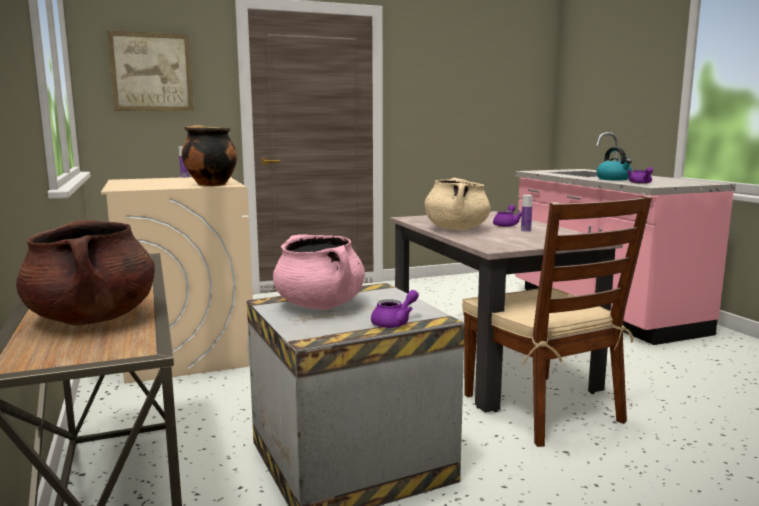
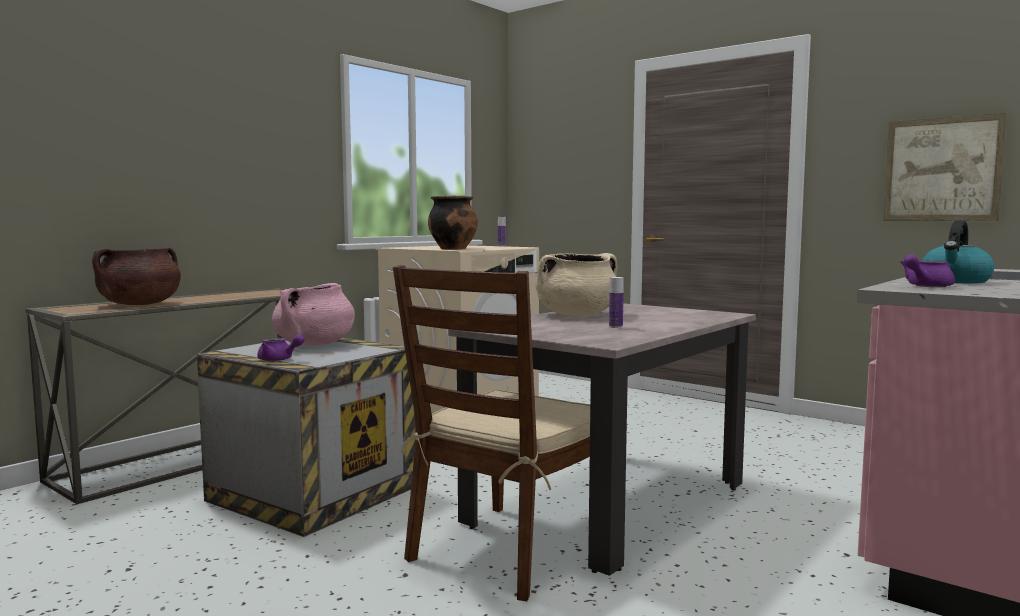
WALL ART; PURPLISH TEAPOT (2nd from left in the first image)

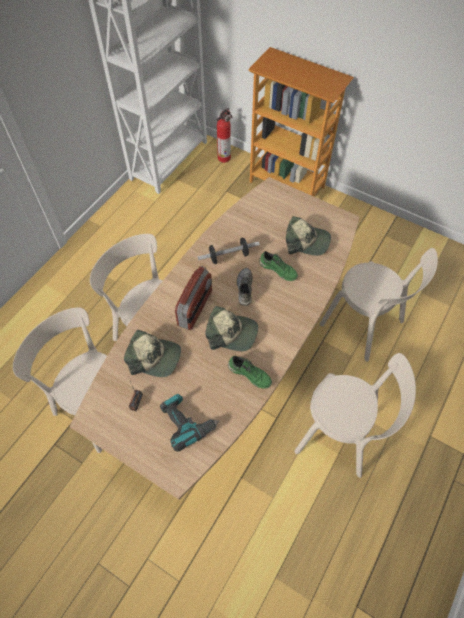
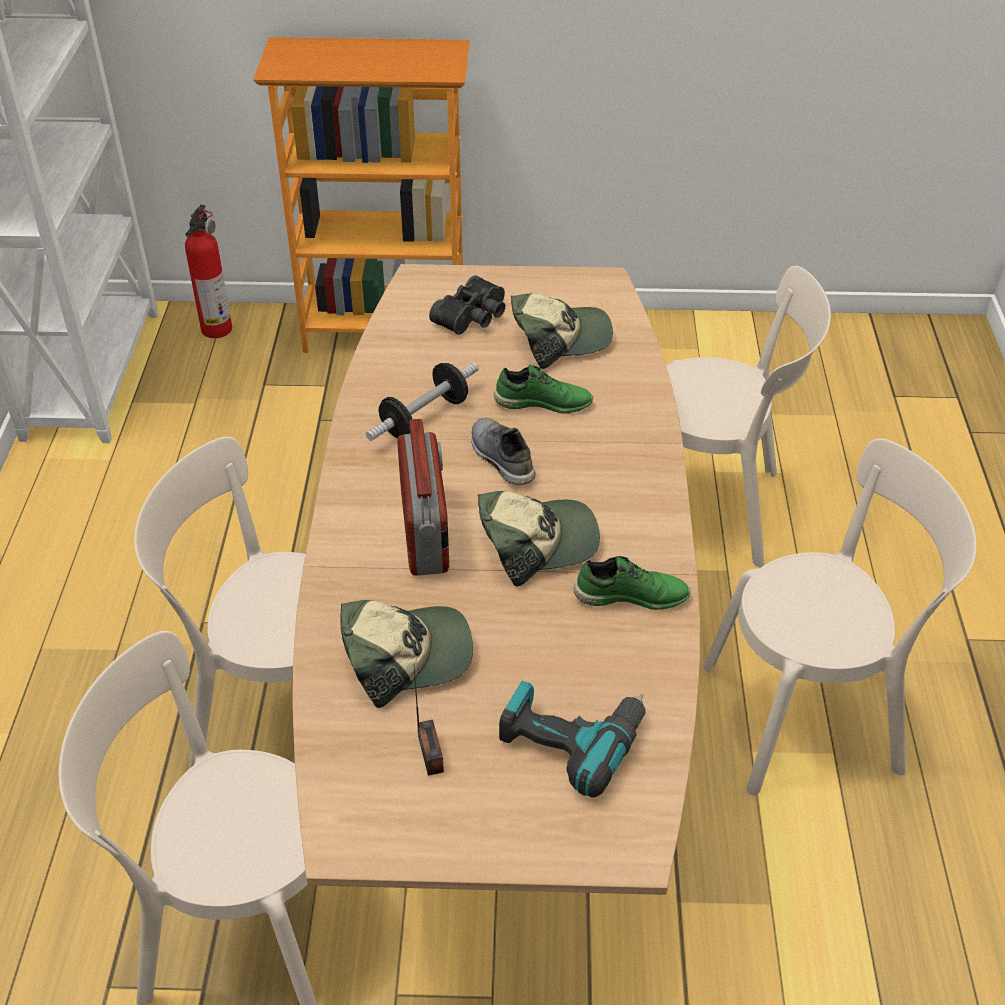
BLACKISH BINOCULARS

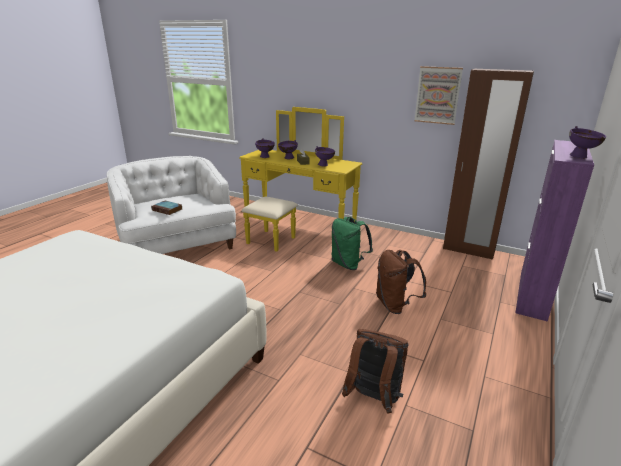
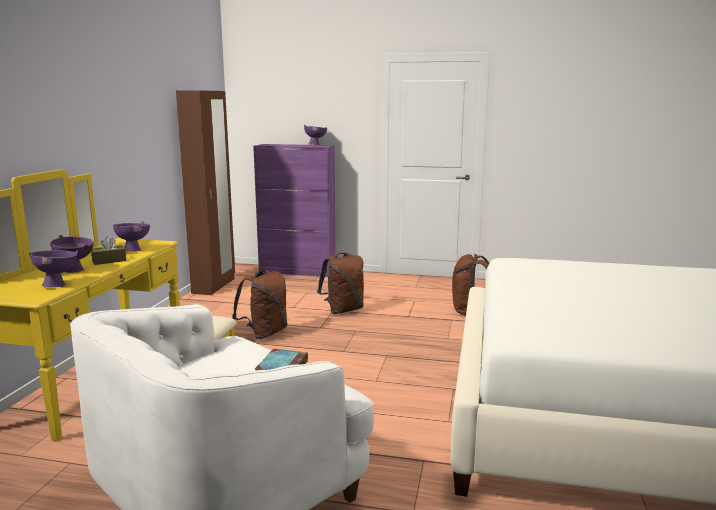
BROWNISH RUCKSACK (1st from left); WALL ART

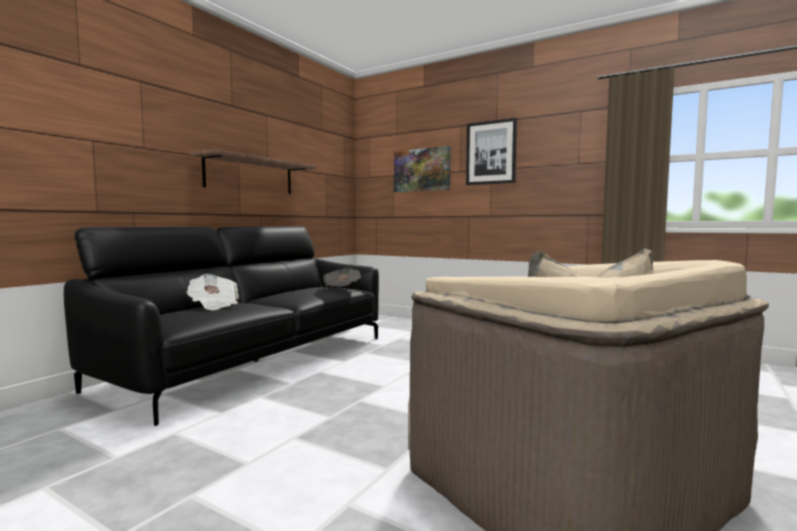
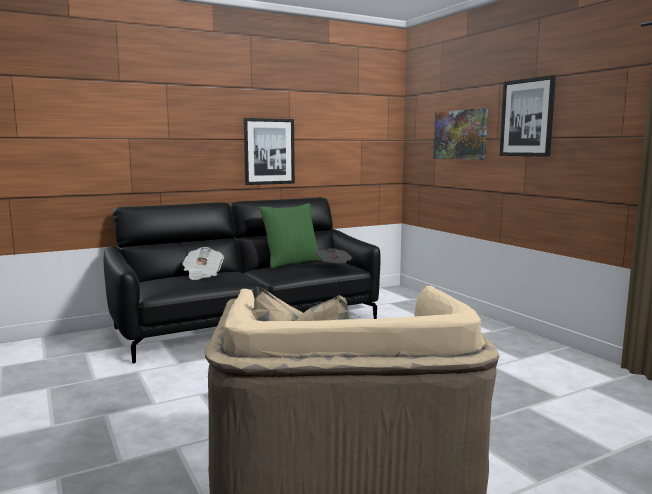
WALL ART (1st from left); GREEN THROW PILLOW

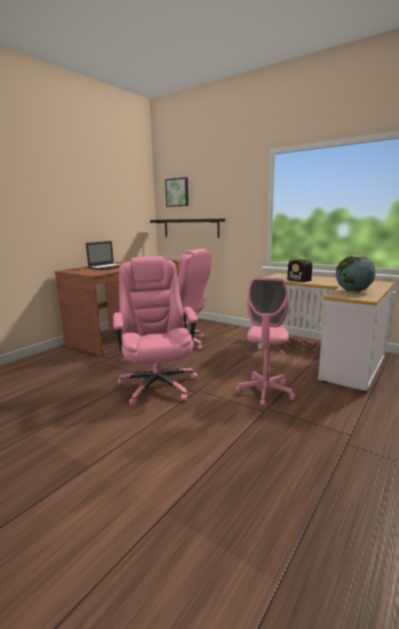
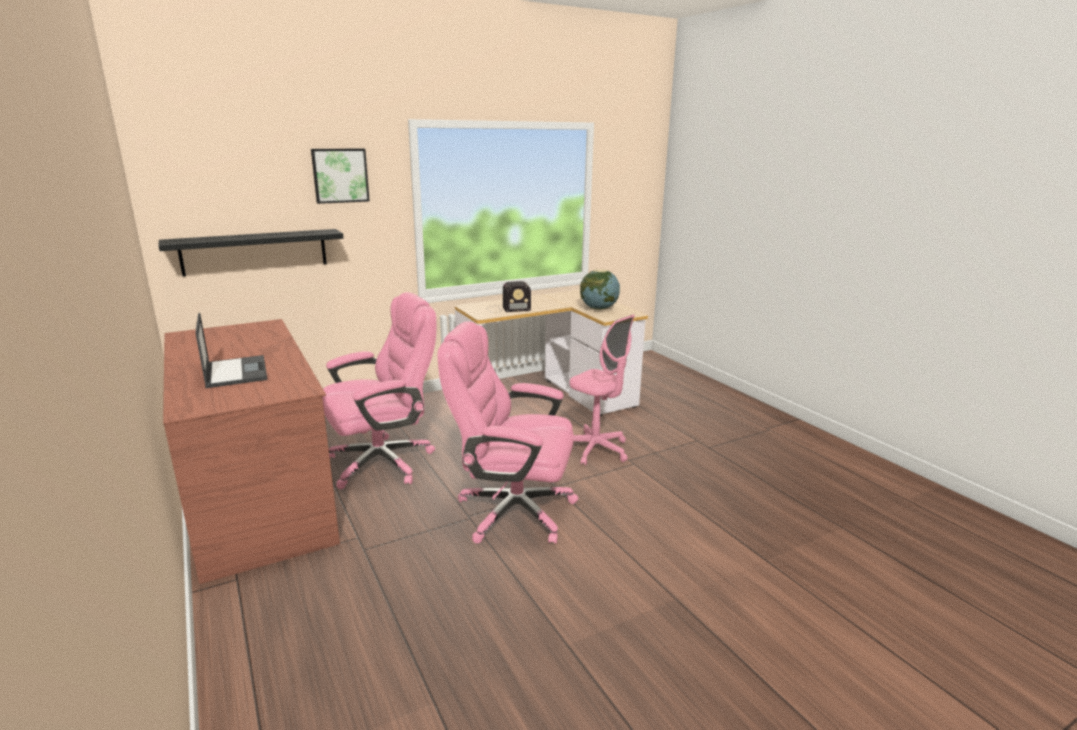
WALL ART

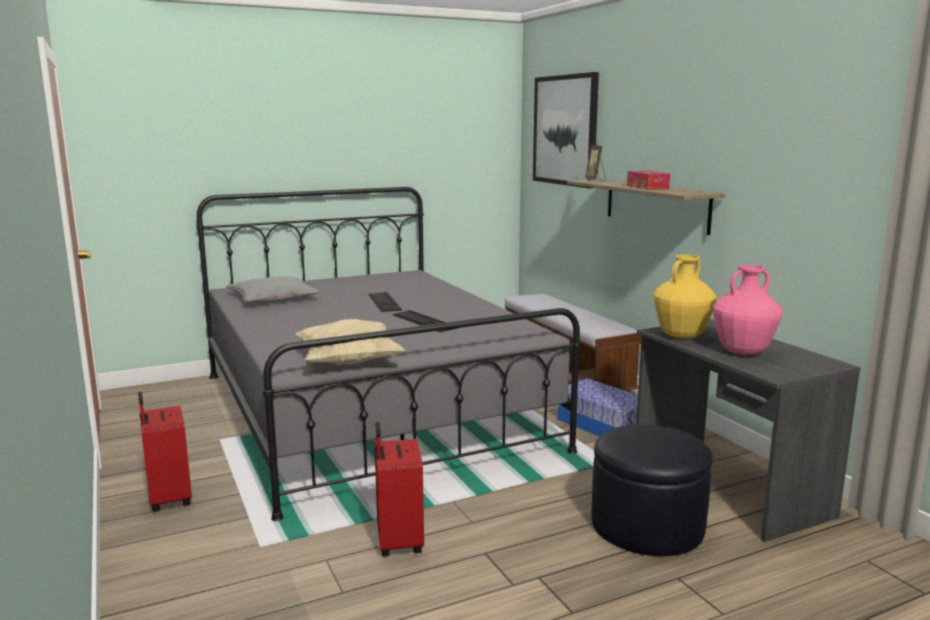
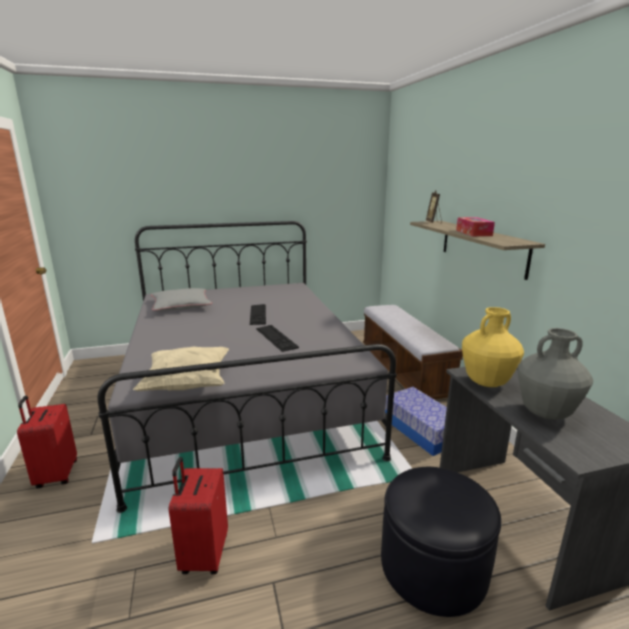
GRAY DECORATIVE VASE; WALL ART

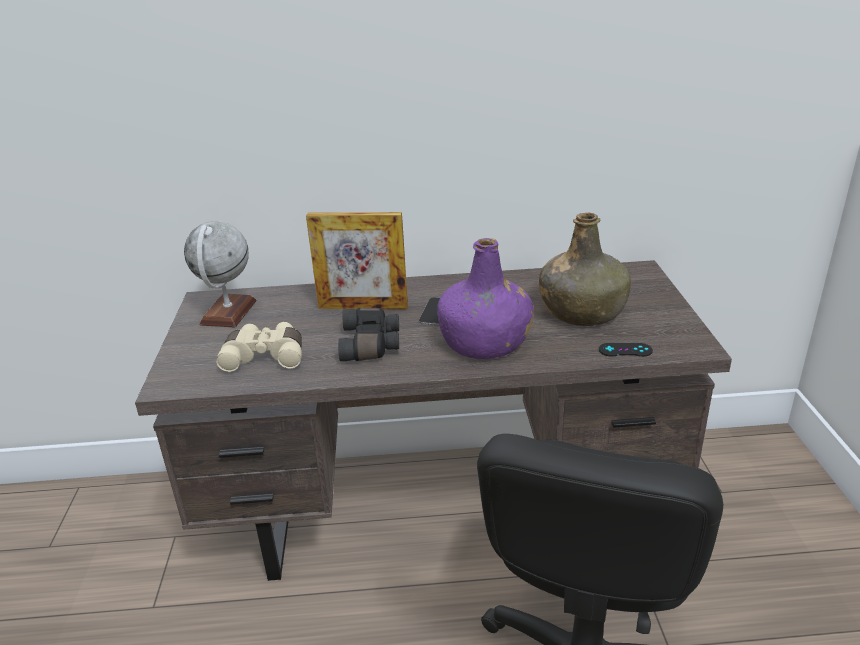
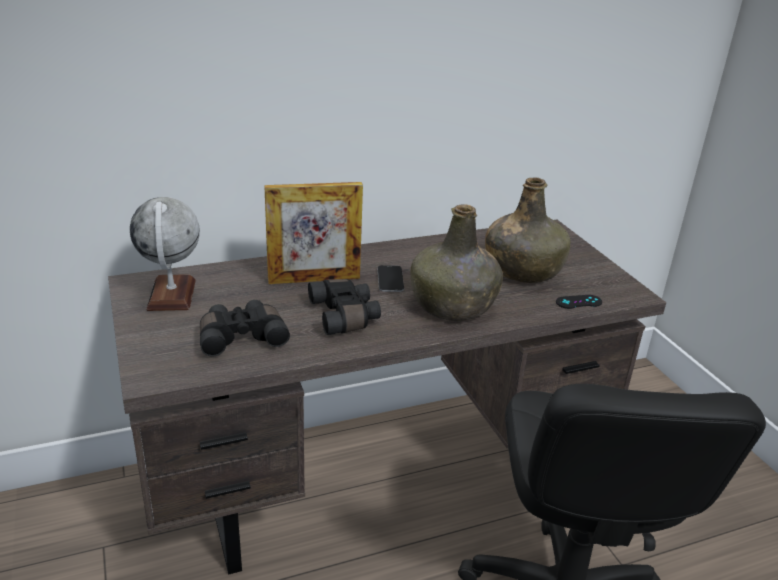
BLACKISH BINOCULARS (1st from left); GREEN BOTTLE (1st from left)

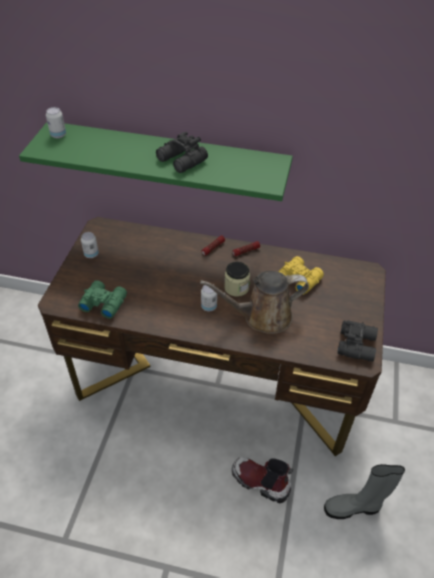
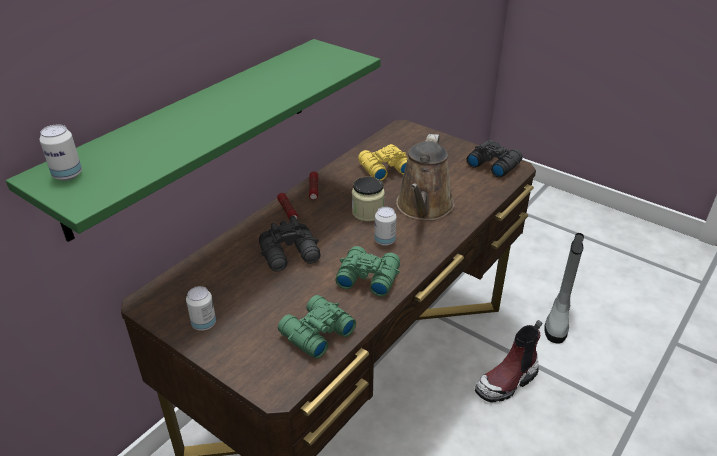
BLACKISH BINOCULARS (1st from left); GREEN BINOCULARS (2nd from left)

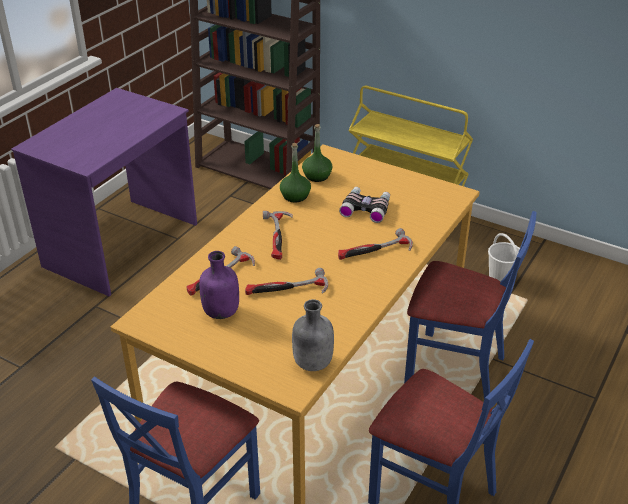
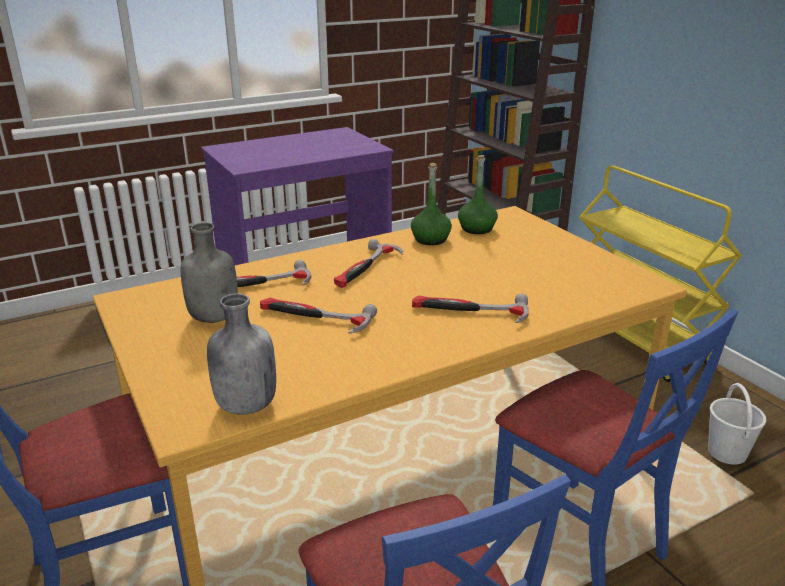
GRAY BOTTLE (1st from left); BINOCULARS

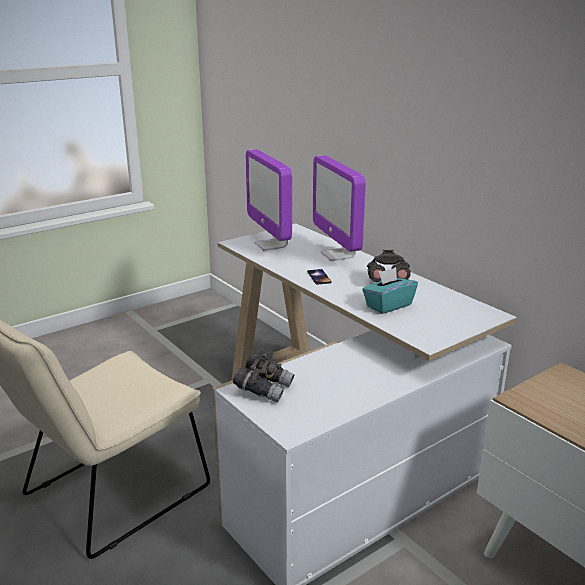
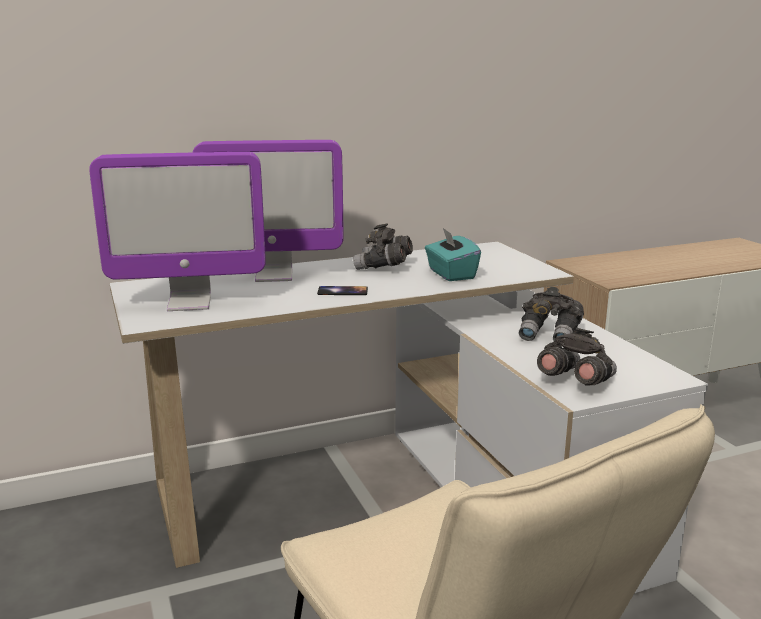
GRAY BINOCULARS (2nd from left)

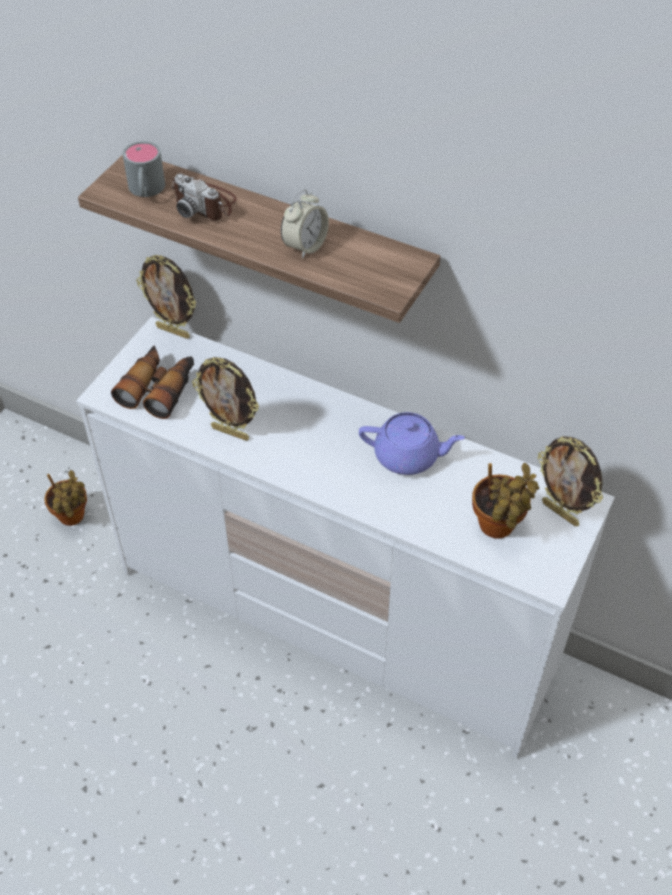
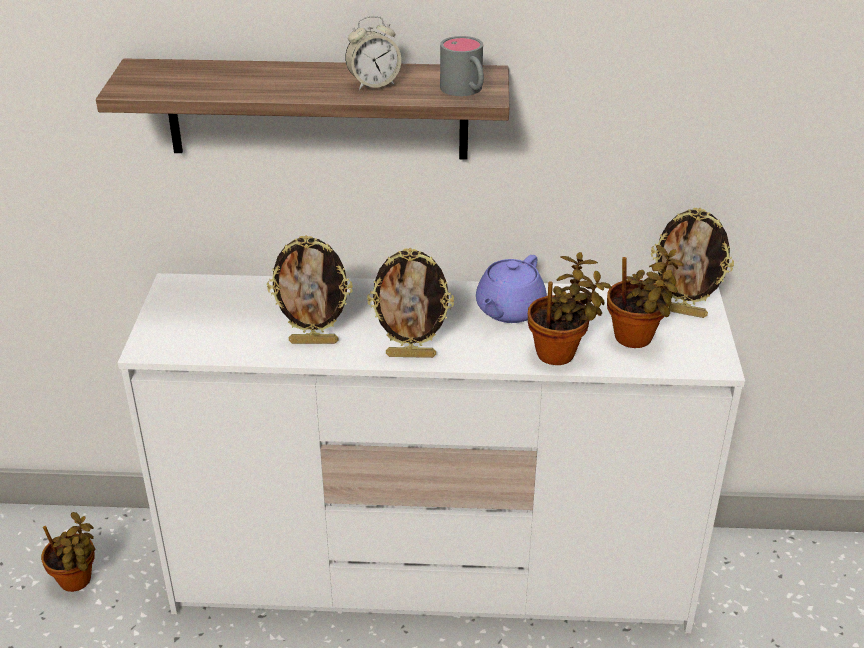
BEDSIDE CLOCK; STANDING FRAME (2nd from left); GRAY TEA MUG; PURPLISH TEAPOT; PLANT IN A POT (2nd from left); BINOCULARS; PHOTO CAMERA

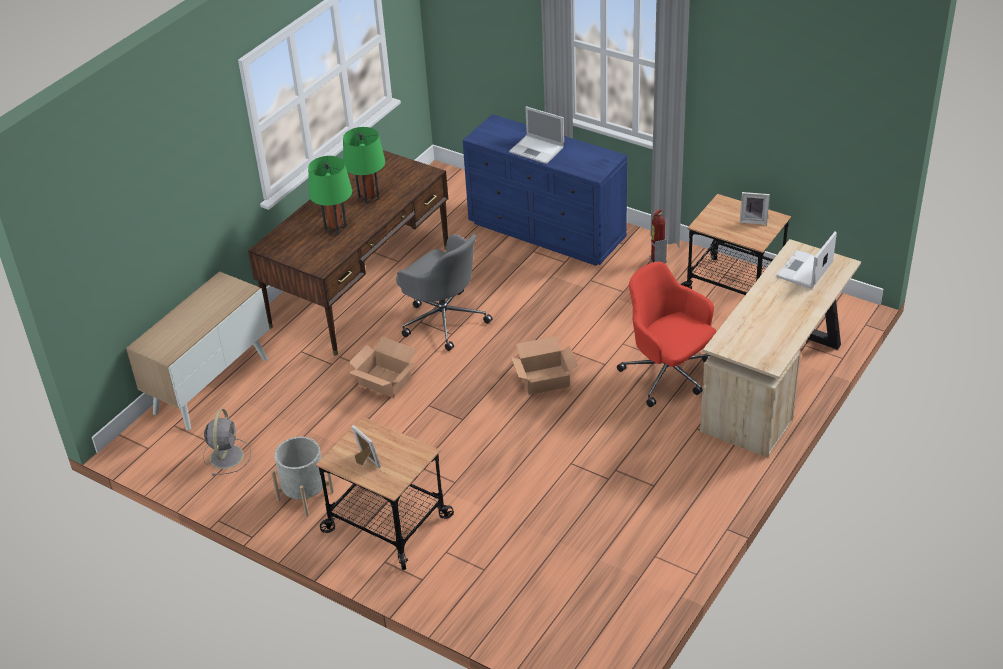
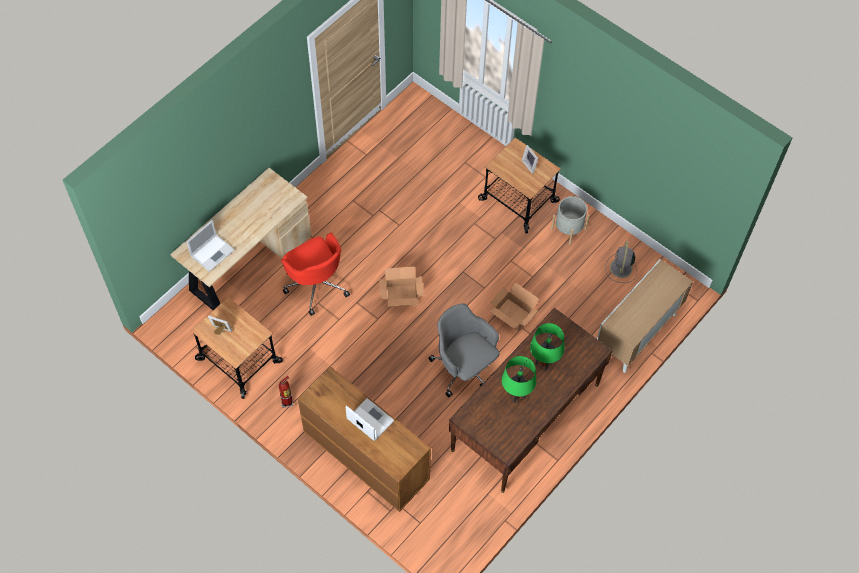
BROWNISH DRESSER

